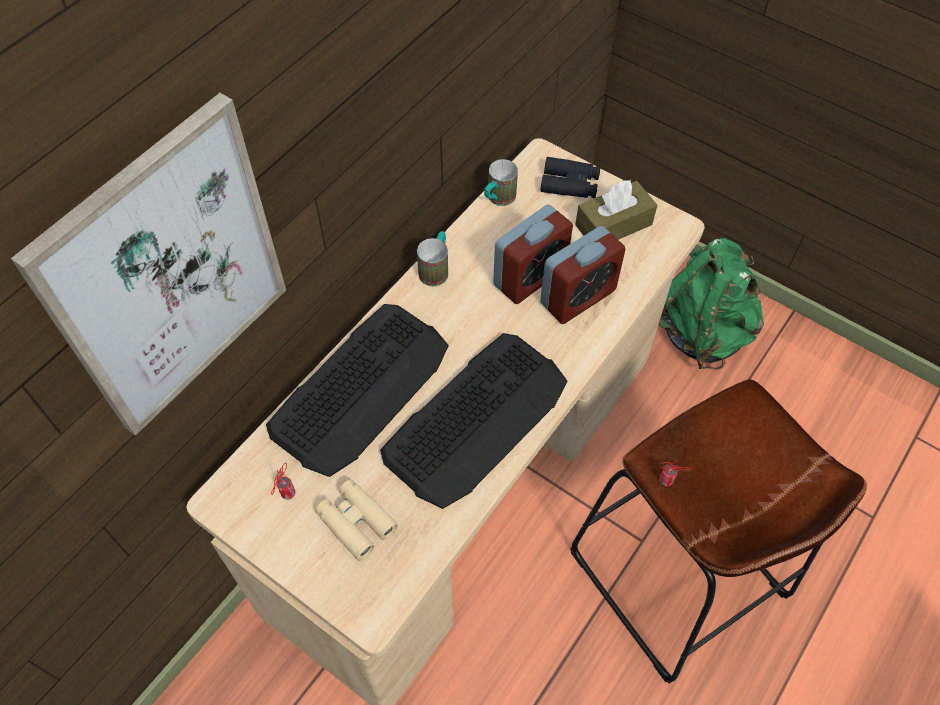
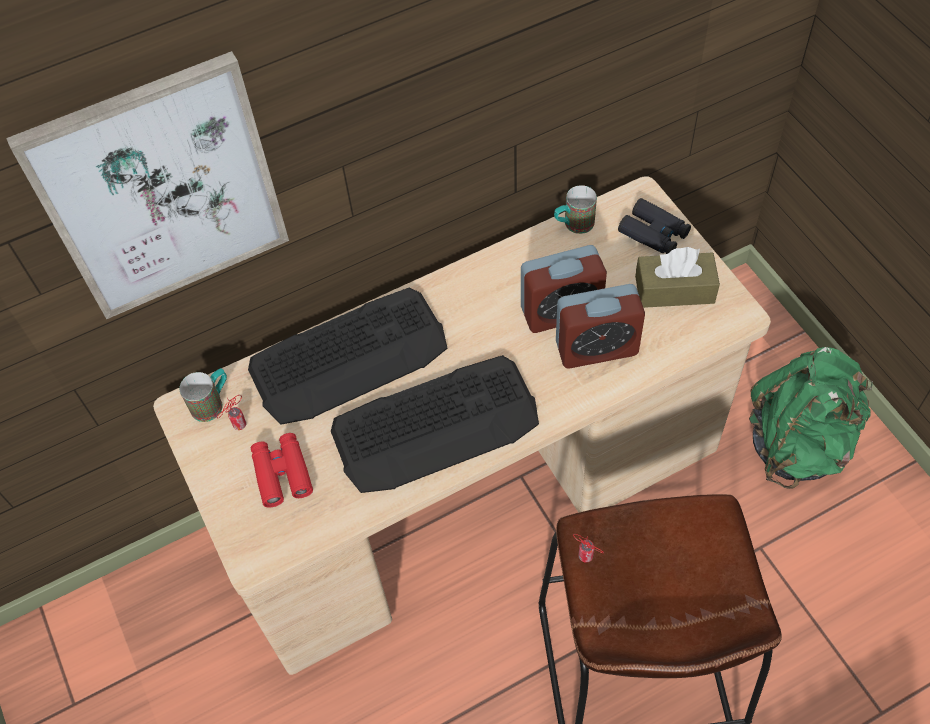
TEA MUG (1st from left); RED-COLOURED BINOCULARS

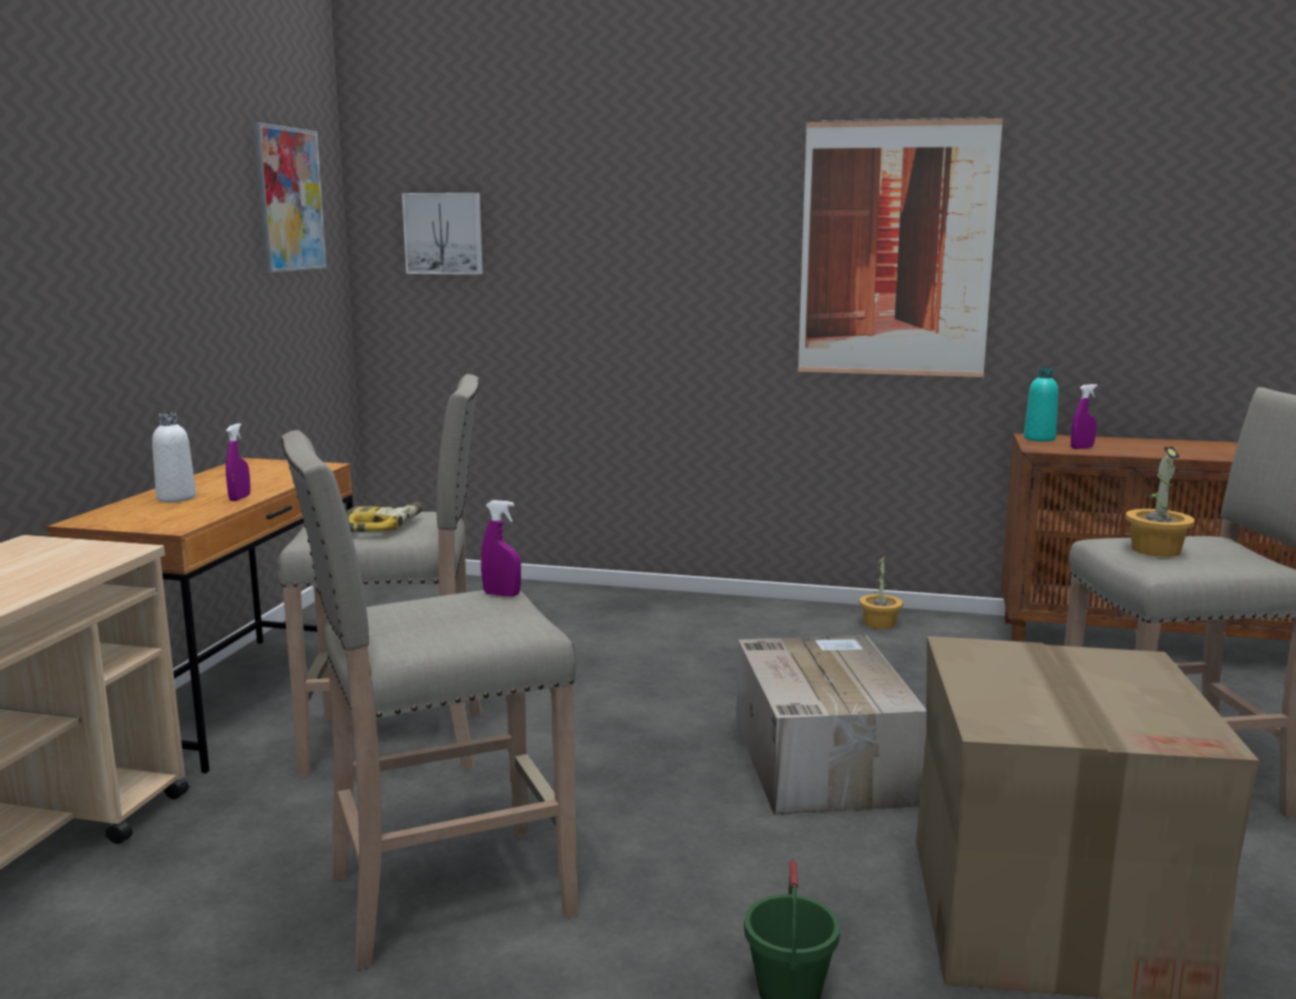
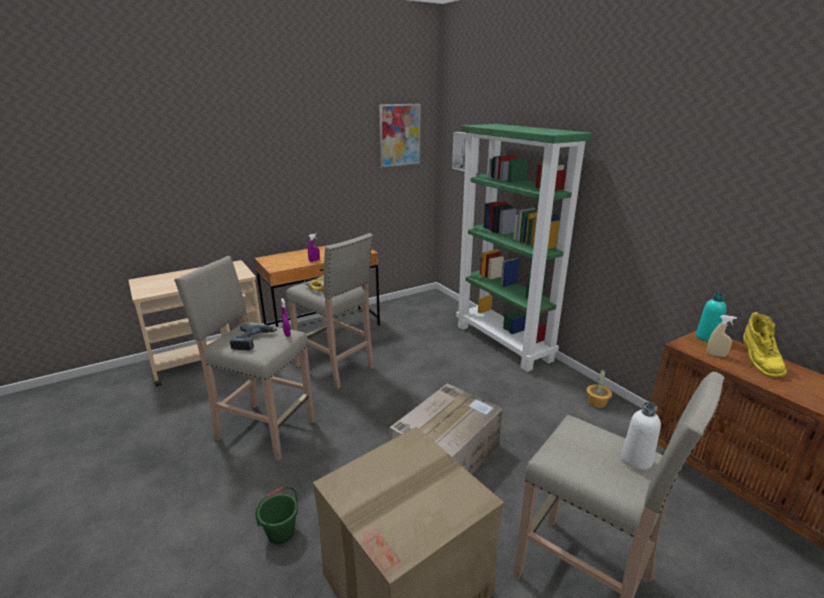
POWER DRILL (1st from left); GREEN BOOKCASE; WHITE-COLOURED BOTTLE; BEIGE HAND SPRAYER; YELLOW-COLOURED HIGH-TOP BOOT; WALL ART (3rd from left in the first image); PLANT IN A POT (2nd from left in the first image)

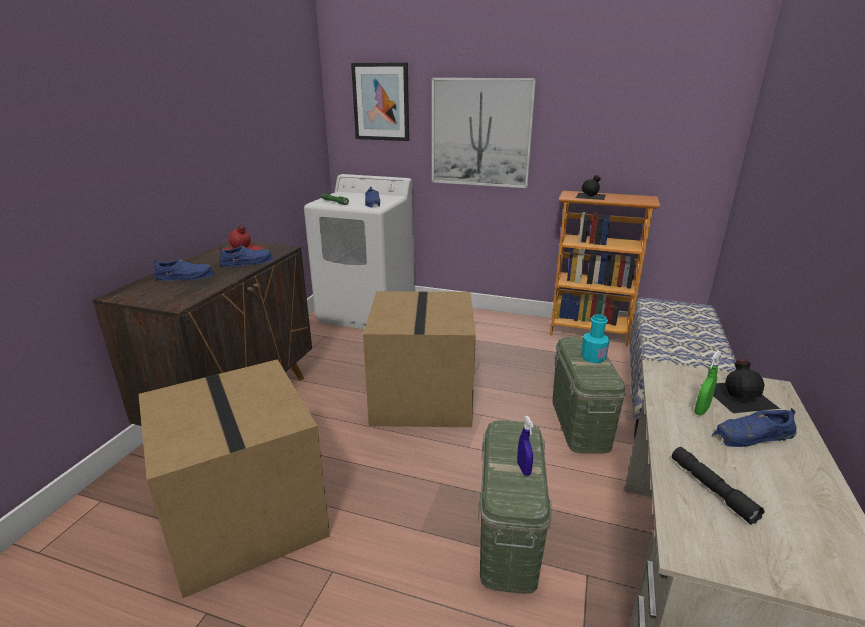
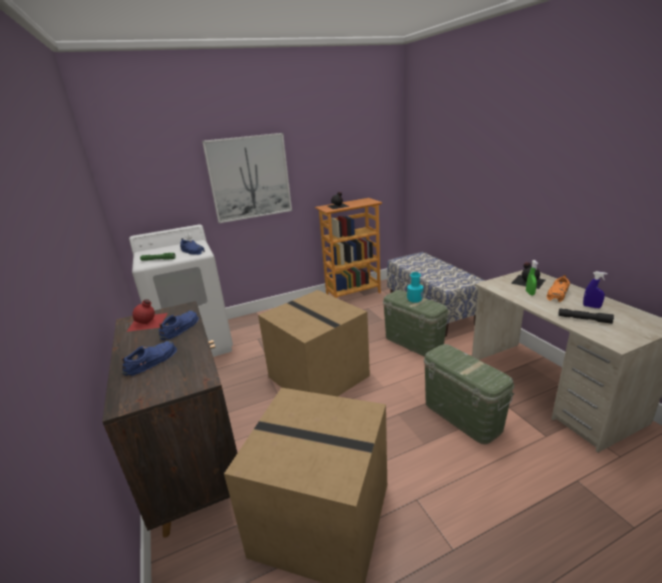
ORANGE-COLOURED LOW SHOE; BLUE-COLOURED HAND SPRAYER; WALL ART (1st from left in the first image)

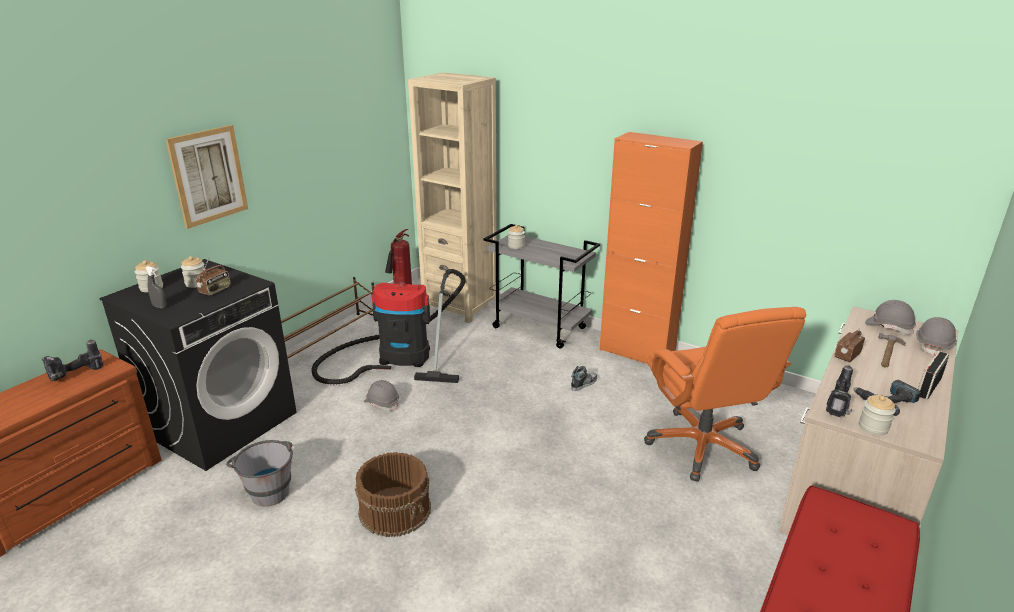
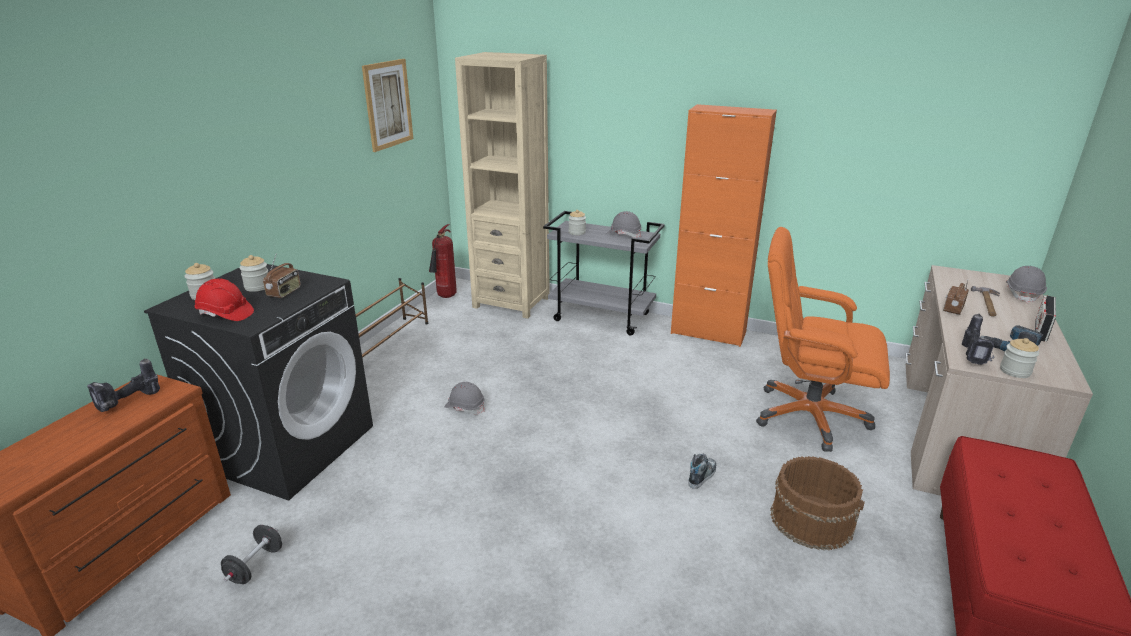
RED-COLOURED WORK HELMET; BLACKISH HAND WEIGHT; WALL ART; GRAY WORK HELMET (2nd from left); LOW SHOE; ORANGE-COLOURED COMPUTER CHAIR; BROWNISH PAIL; GRAY PAIL; HOOVER

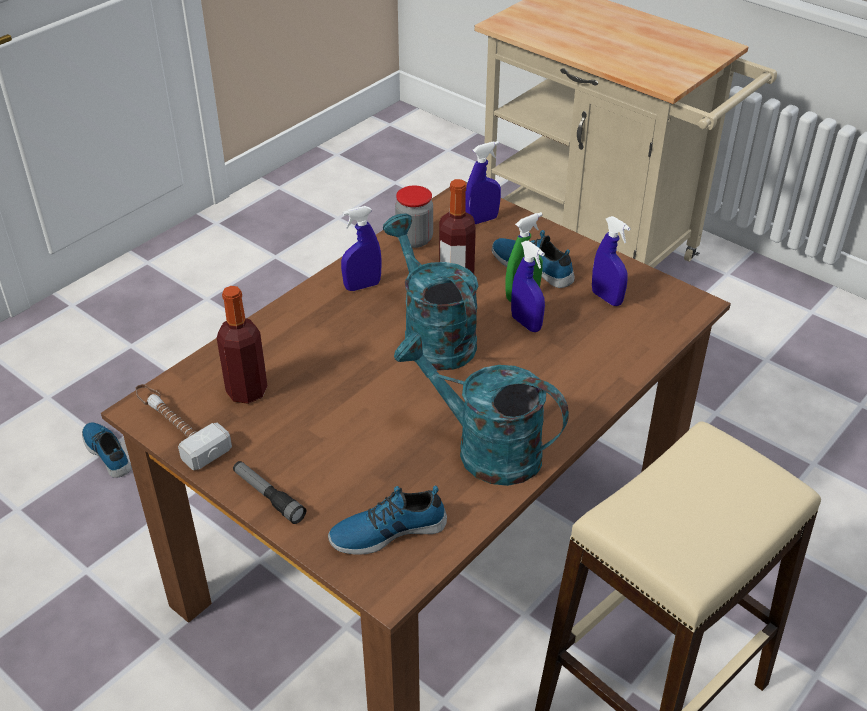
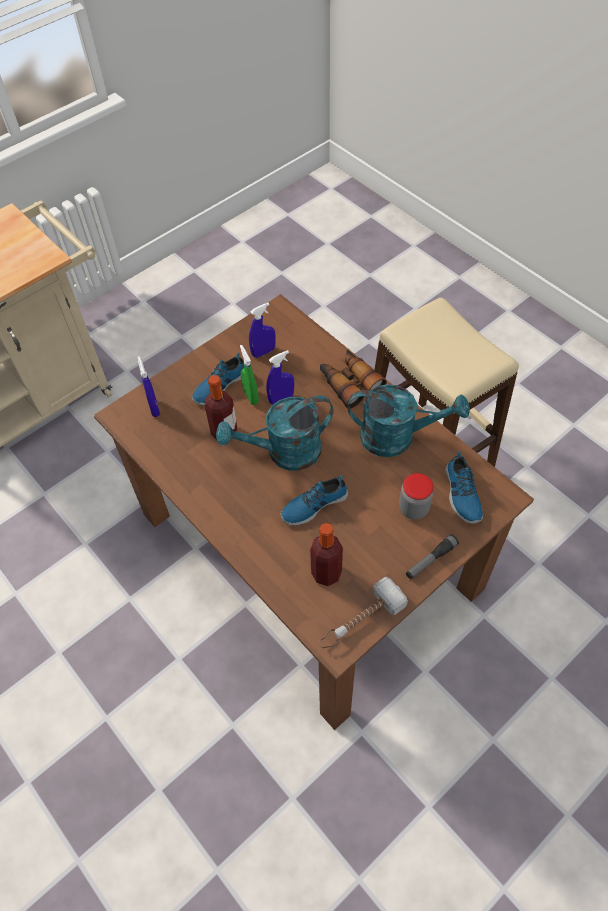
LOW SHOE (2nd from left); BINOCULARS; TURQUOISE WATERING POT (2nd from left); STORAGE JAR; BLUE-COLOURED HAND SPRAYER (1st from left in the first image)

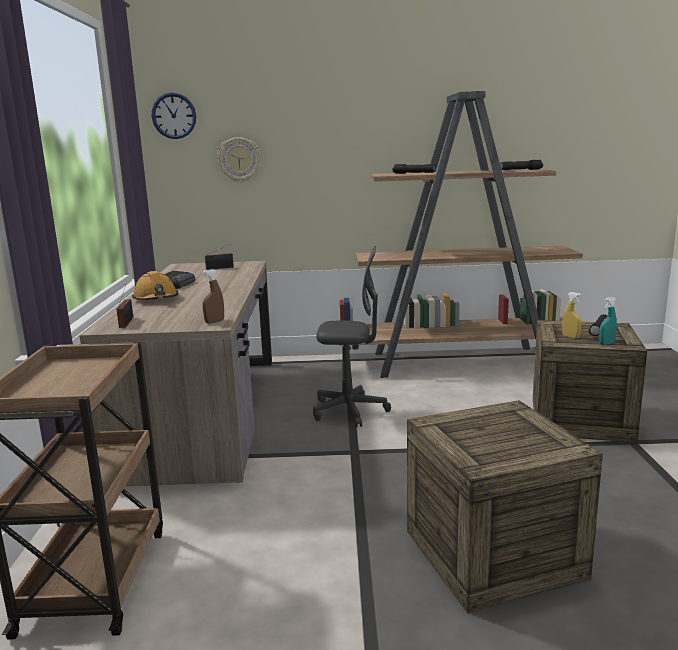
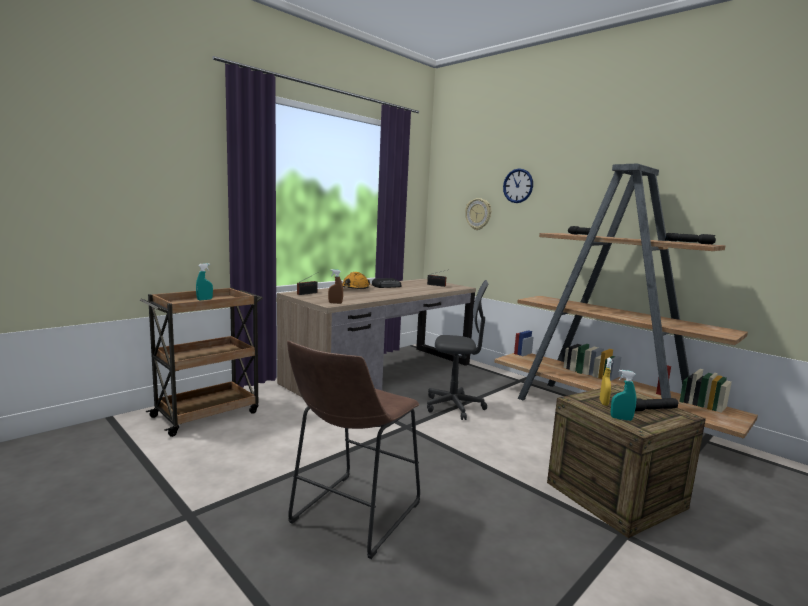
TURQUOISE HAND SPRAYER (1st from left); BROWNISH STOOL SEAT; GRAY COMPUTER CHAIR; CLOCK ON THE WALL (2nd from left)

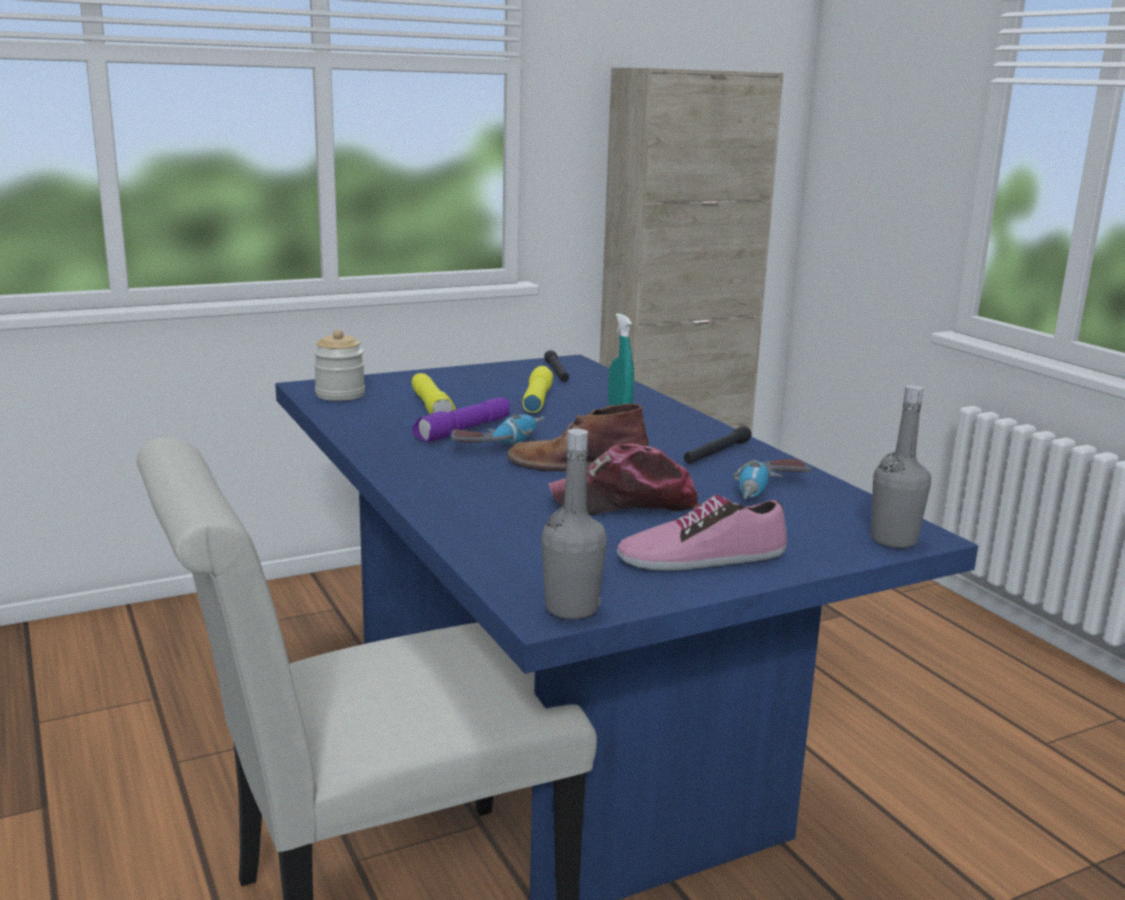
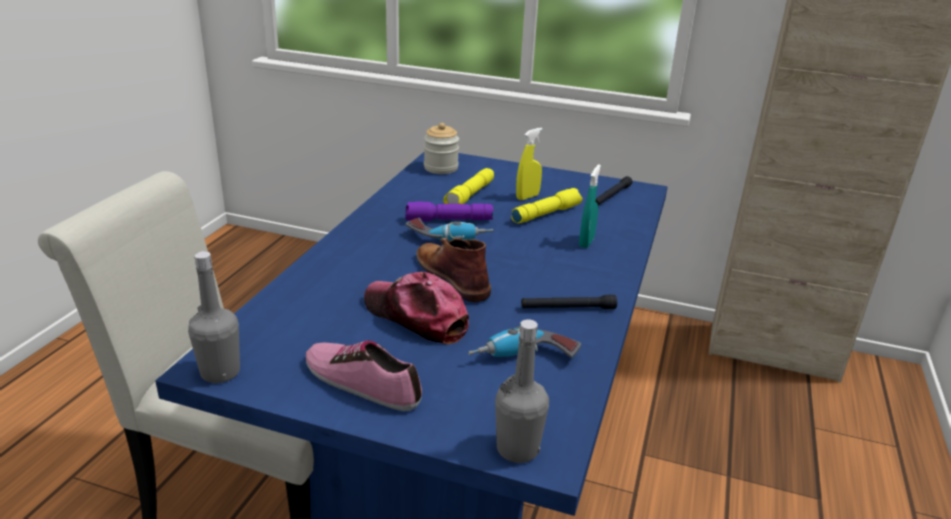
YELLOW-COLOURED HAND SPRAYER

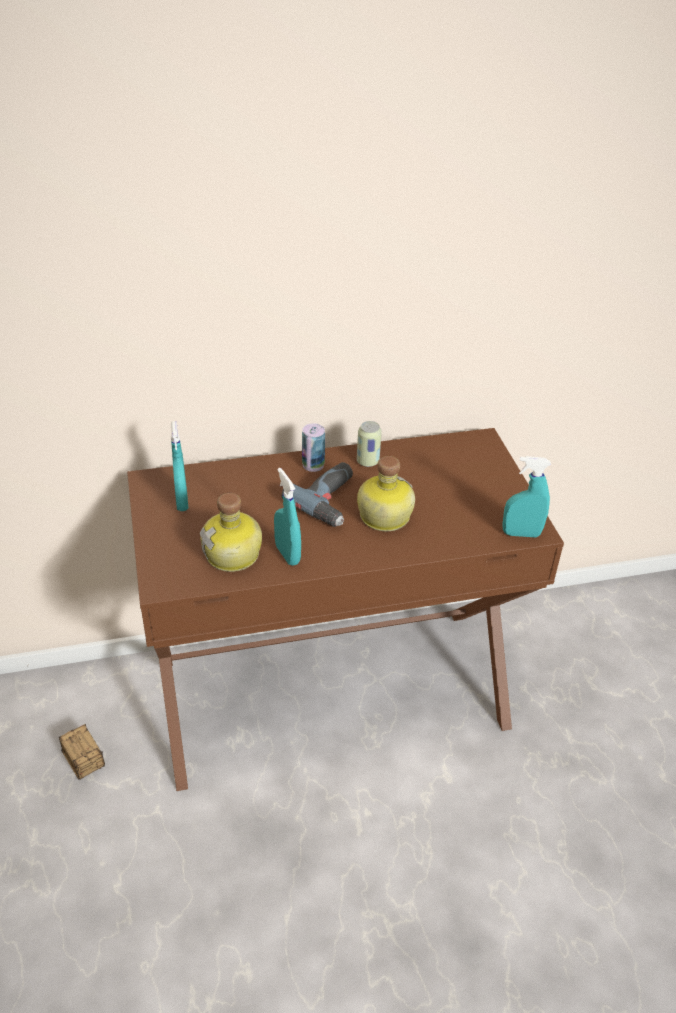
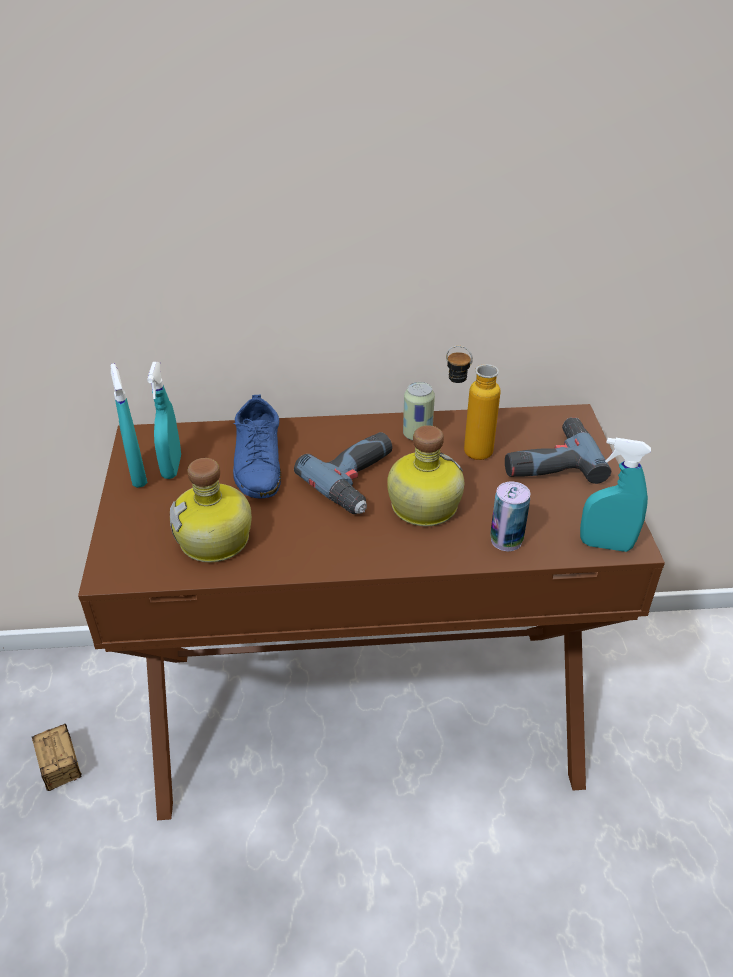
TURQUOISE HAND SPRAYER (1st from left); BLUE-COLOURED LOW SHOE; BOTTLE (3rd from left); CAN (2nd from left); POWER DRILL (2nd from left)

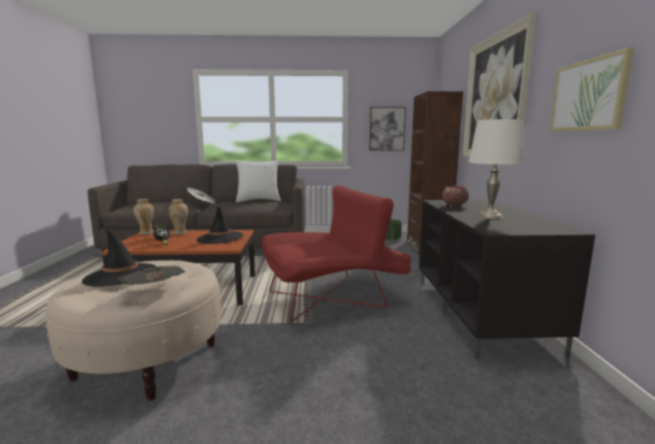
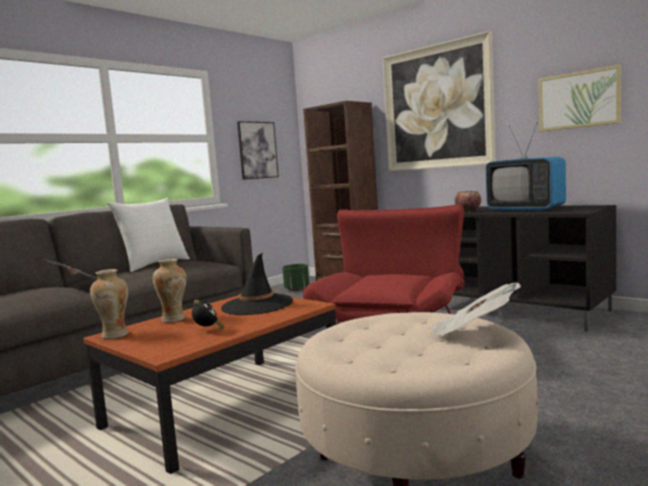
TV SET; BLACKISH CLOTHING HAT (1st from left in the first image)

